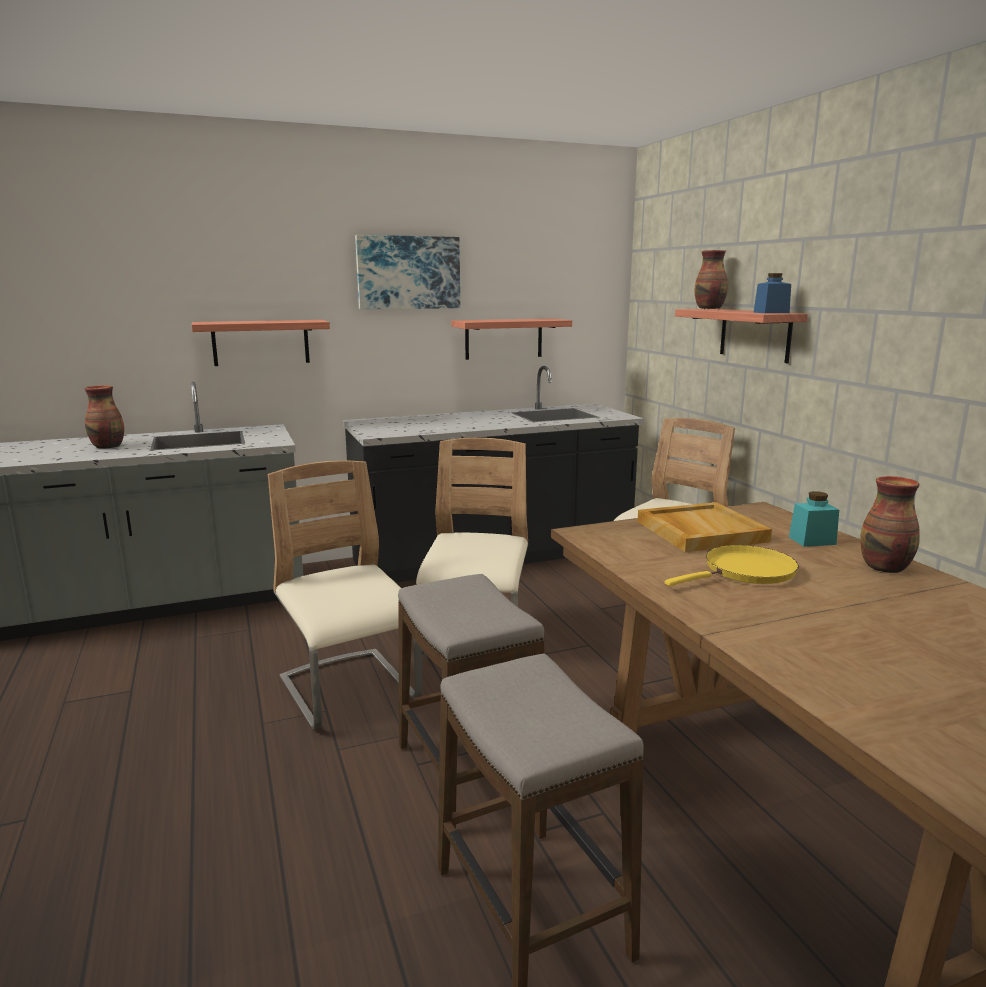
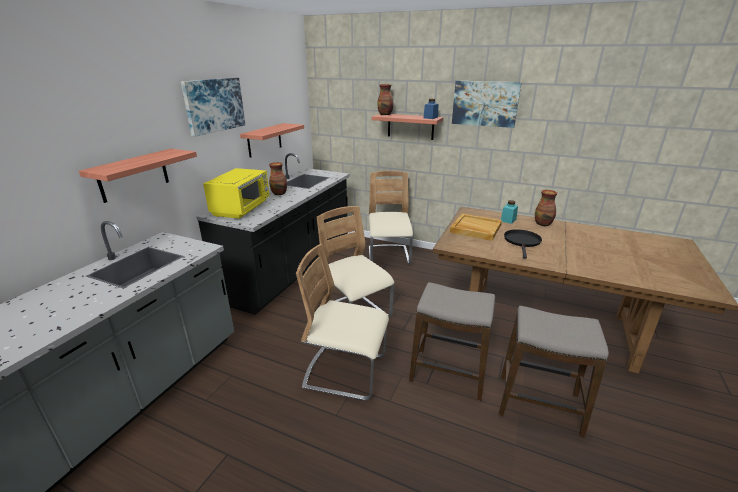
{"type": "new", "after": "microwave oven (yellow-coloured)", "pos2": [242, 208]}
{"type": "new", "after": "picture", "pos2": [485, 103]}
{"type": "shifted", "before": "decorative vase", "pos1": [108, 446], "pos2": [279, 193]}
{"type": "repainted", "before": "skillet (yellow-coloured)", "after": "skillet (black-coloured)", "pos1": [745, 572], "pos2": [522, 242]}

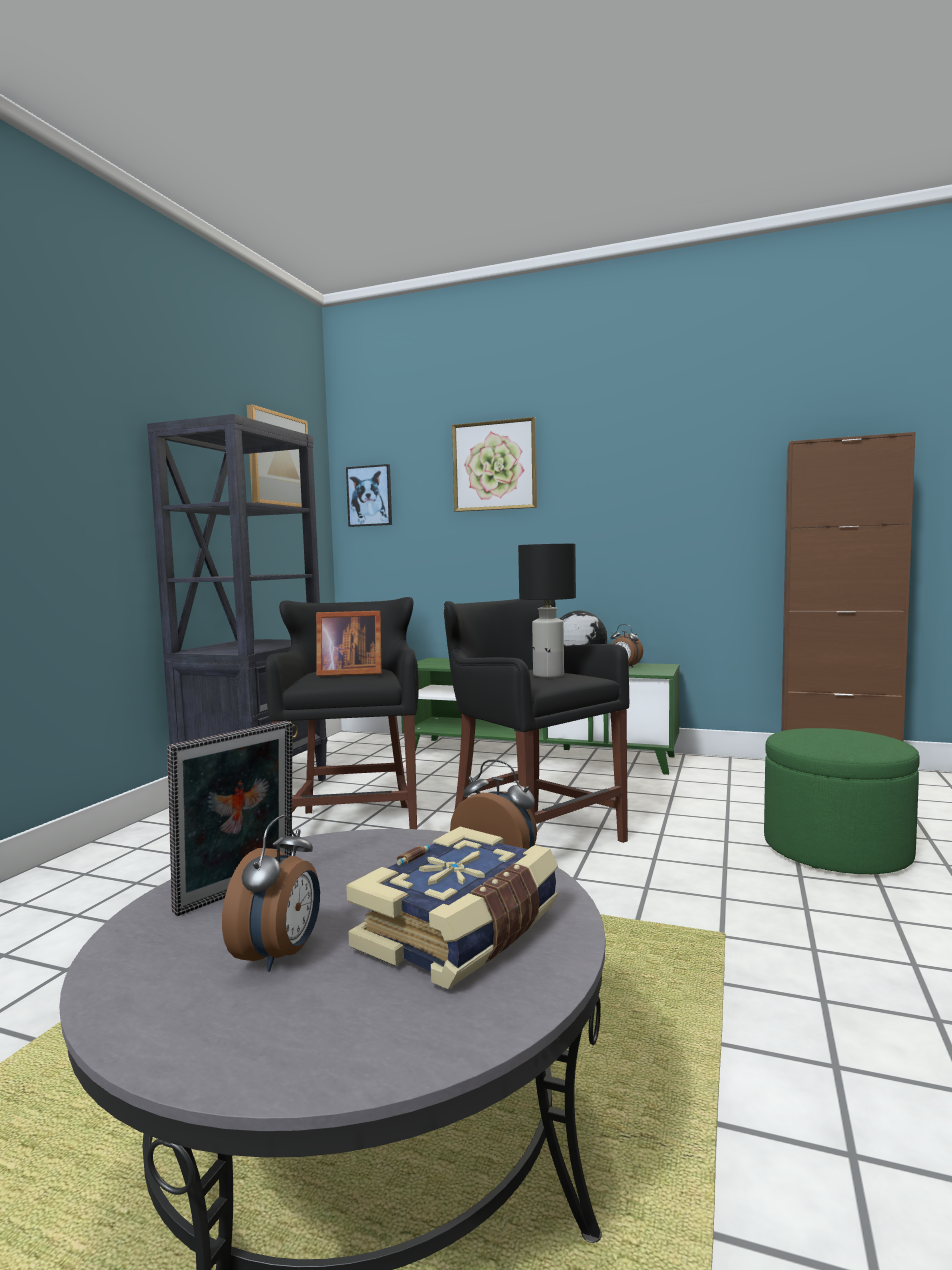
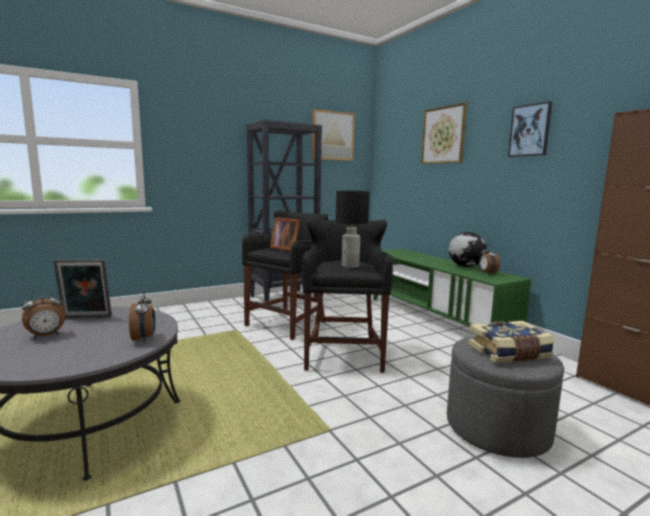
{"type": "shifted", "before": "picture", "pos1": [370, 496], "pos2": [530, 130]}
{"type": "shifted", "before": "bound book", "pos1": [462, 932], "pos2": [510, 353]}
{"type": "repainted", "before": "footrest (green)", "after": "footrest (gray)", "pos1": [836, 849], "pos2": [497, 428]}

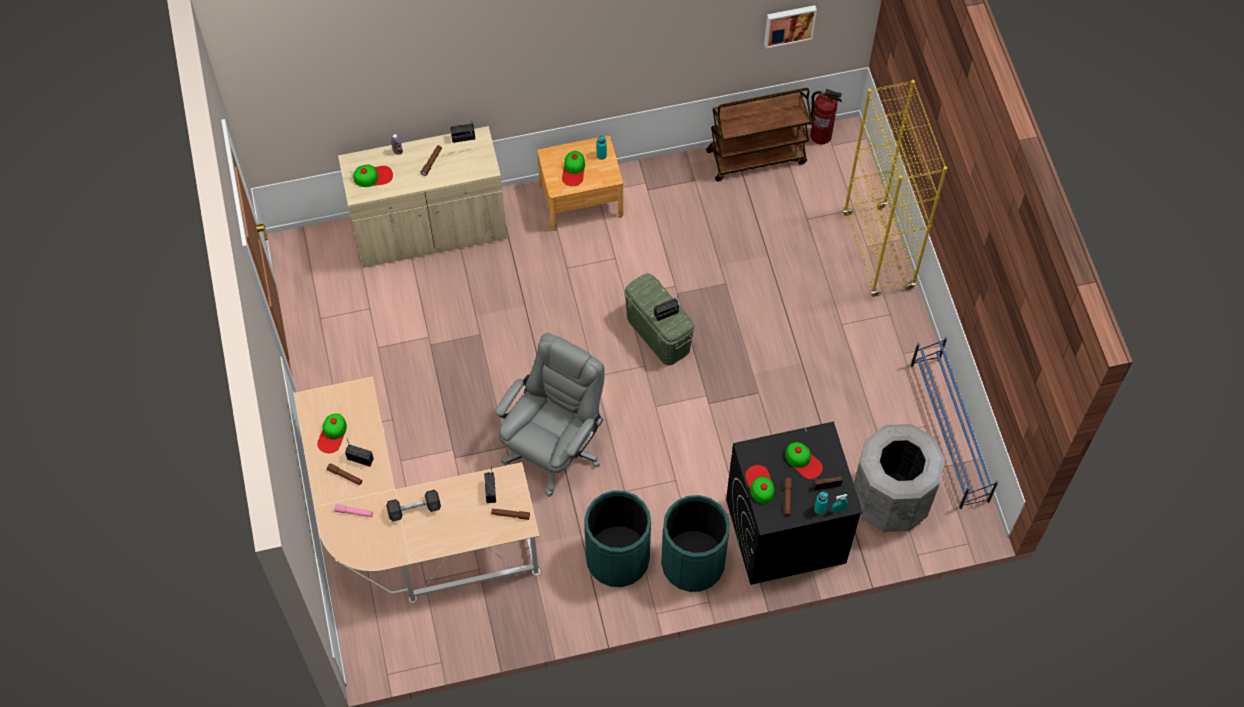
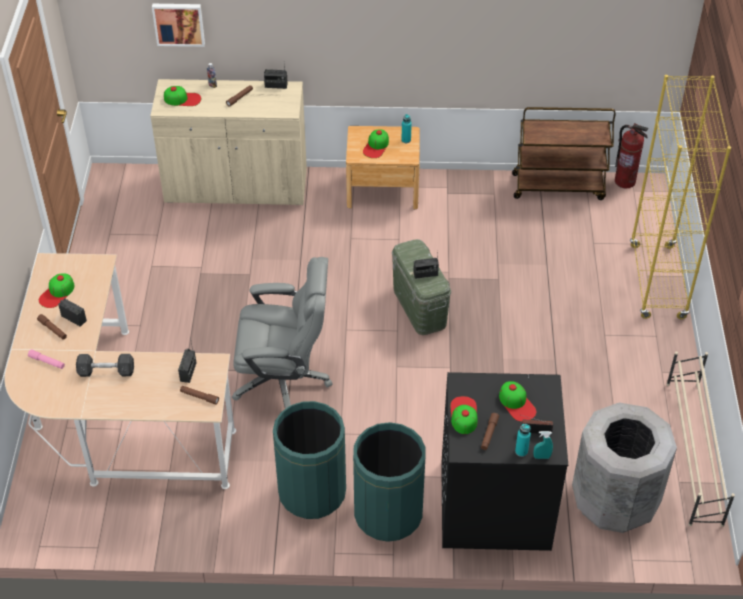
{"type": "shifted", "before": "picture", "pos1": [789, 24], "pos2": [179, 23]}
{"type": "repainted", "before": "shoe shelf (bluish)", "after": "shoe shelf (sand-coloured)", "pos1": [949, 433], "pos2": [693, 452]}
{"type": "rotated", "before": "desk chair (gray)", "pos1": [553, 447], "pos2": [284, 380], "turn": 45}

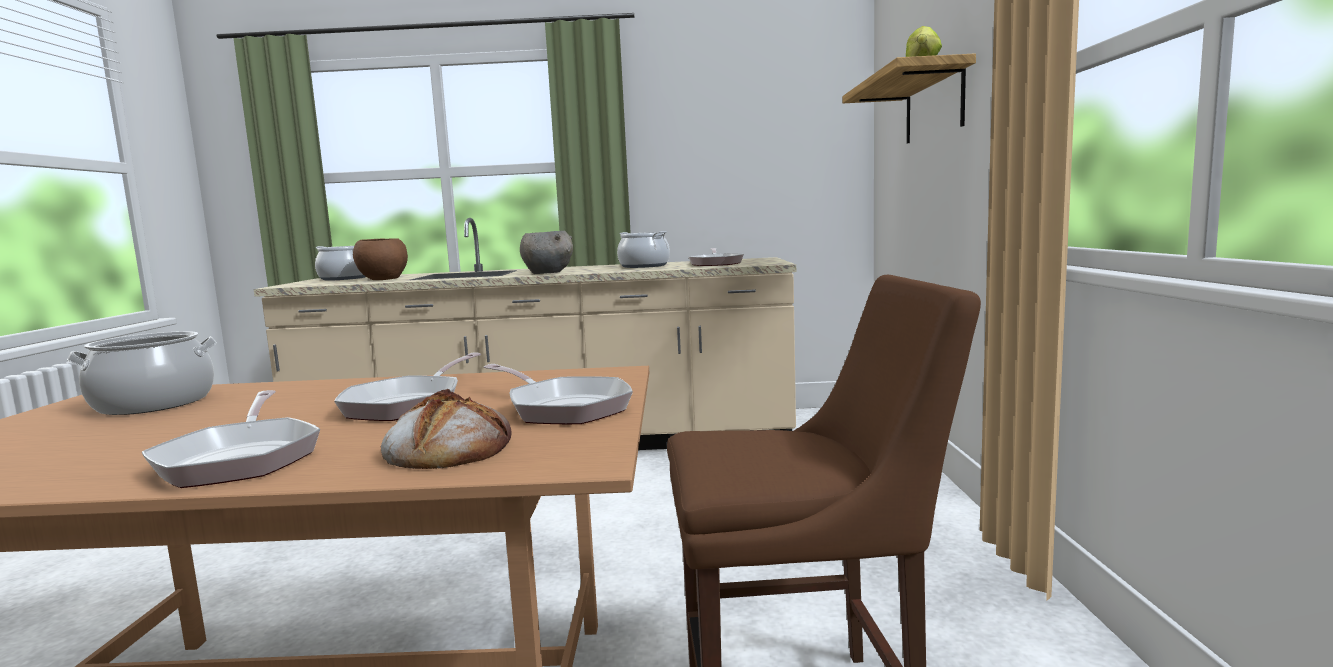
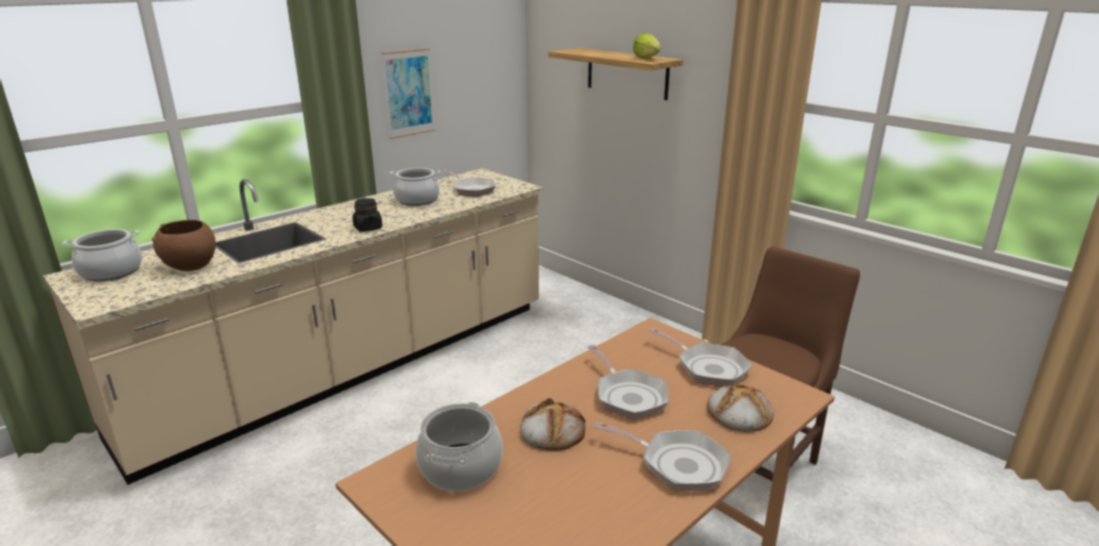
{"type": "new", "after": "picture", "pos2": [409, 93]}
{"type": "new", "after": "bread", "pos2": [552, 430]}
{"type": "swapped", "before": "deep dish (gray)", "after": "storage jar (black-coloured)", "pos1": [548, 273], "pos2": [368, 228]}
{"type": "rotated", "before": "skillet", "pos1": [563, 408], "pos2": [708, 367], "turn": 45}

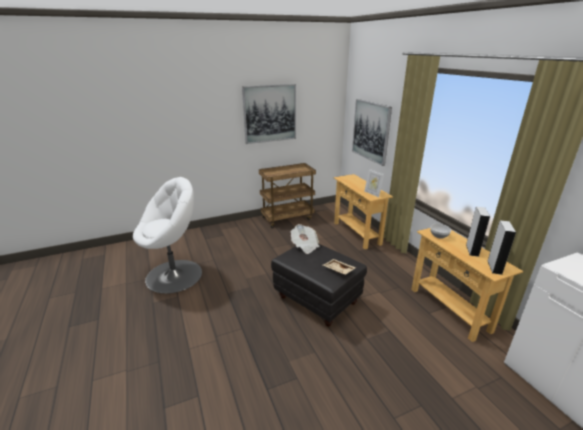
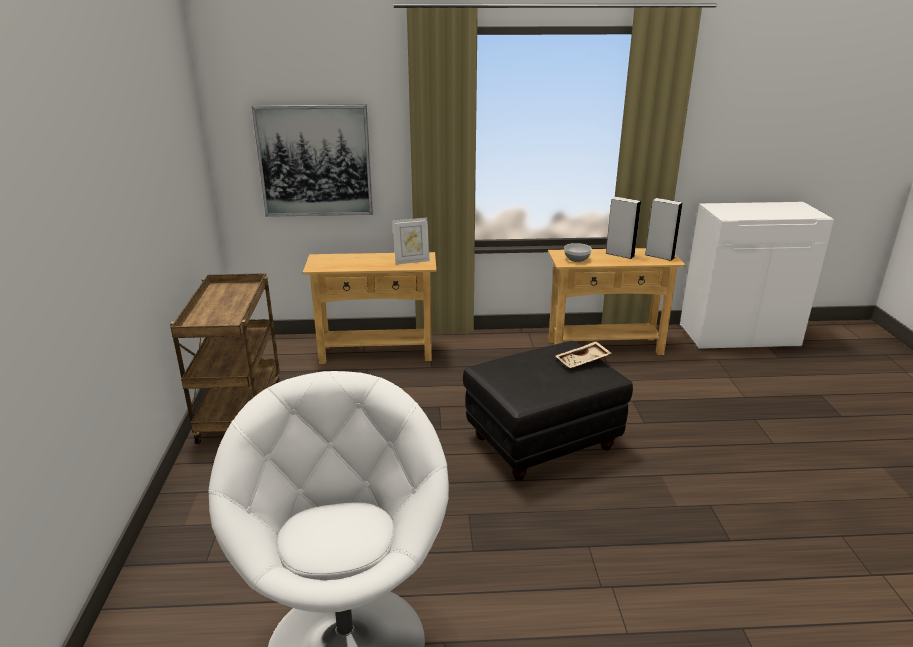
{"type": "gone", "before": "picture", "pos1": [270, 113]}
{"type": "gone", "before": "newspaper", "pos1": [304, 246]}

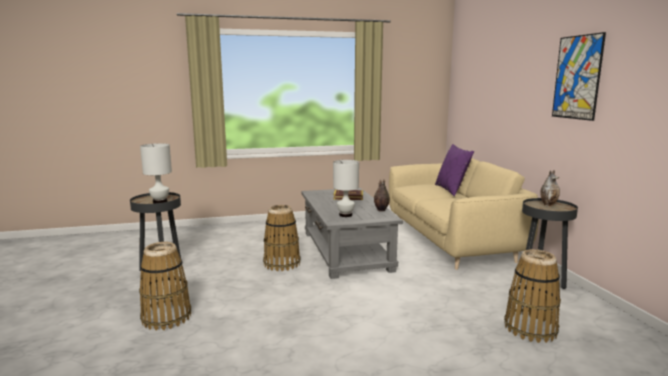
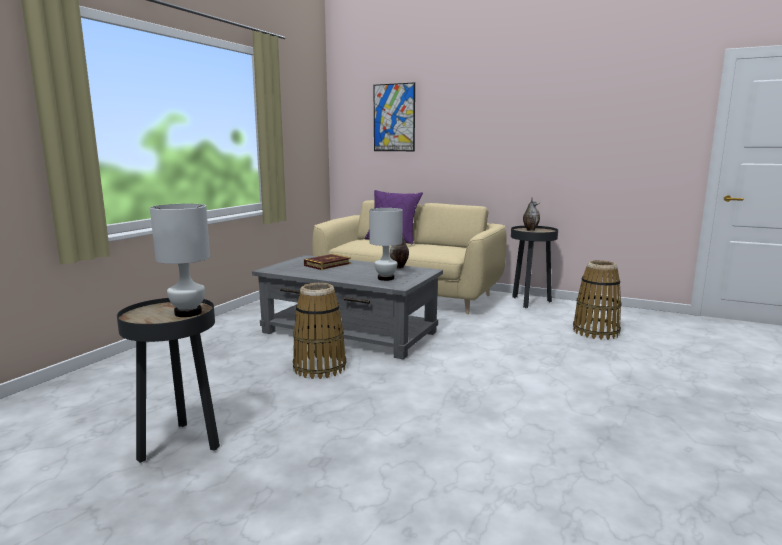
{"type": "gone", "before": "storage basket", "pos1": [166, 317]}
{"type": "shifted", "before": "picture", "pos1": [577, 77], "pos2": [394, 118]}

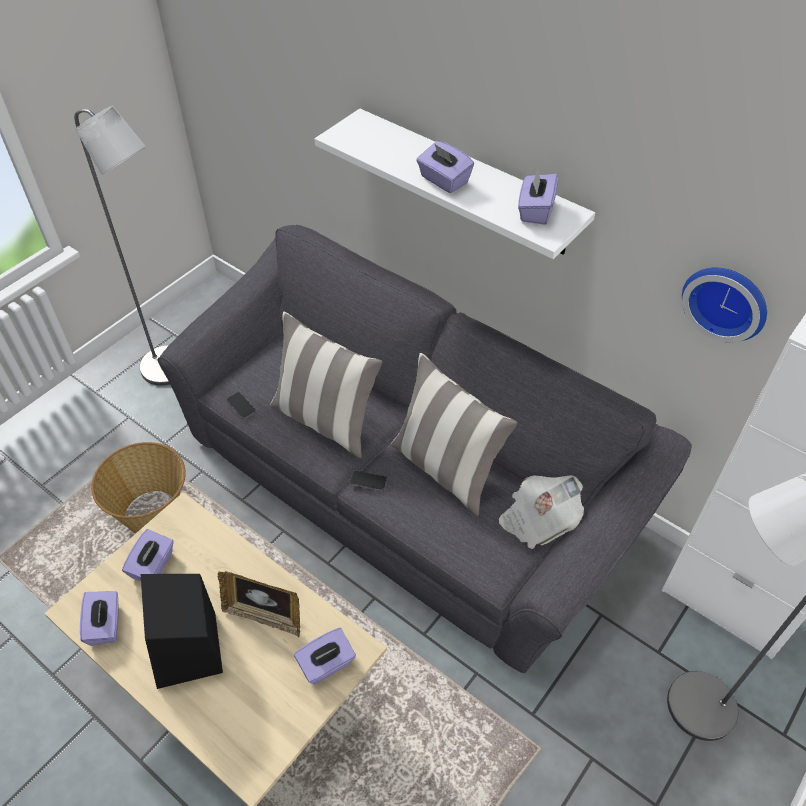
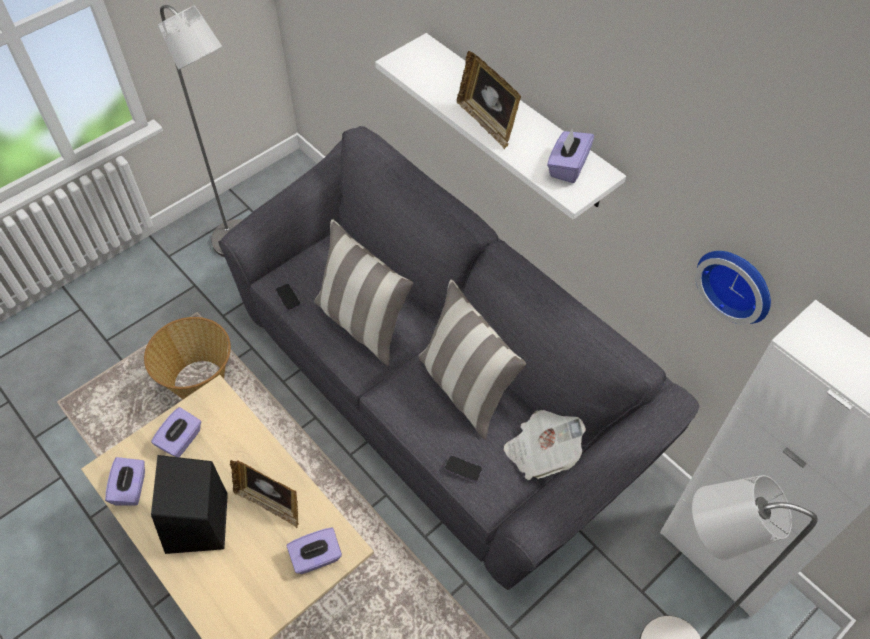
{"type": "shifted", "before": "handset", "pos1": [368, 481], "pos2": [463, 469]}
{"type": "swapped", "before": "box of tissues (purplish)", "after": "photo frame", "pos1": [443, 180], "pos2": [487, 123]}

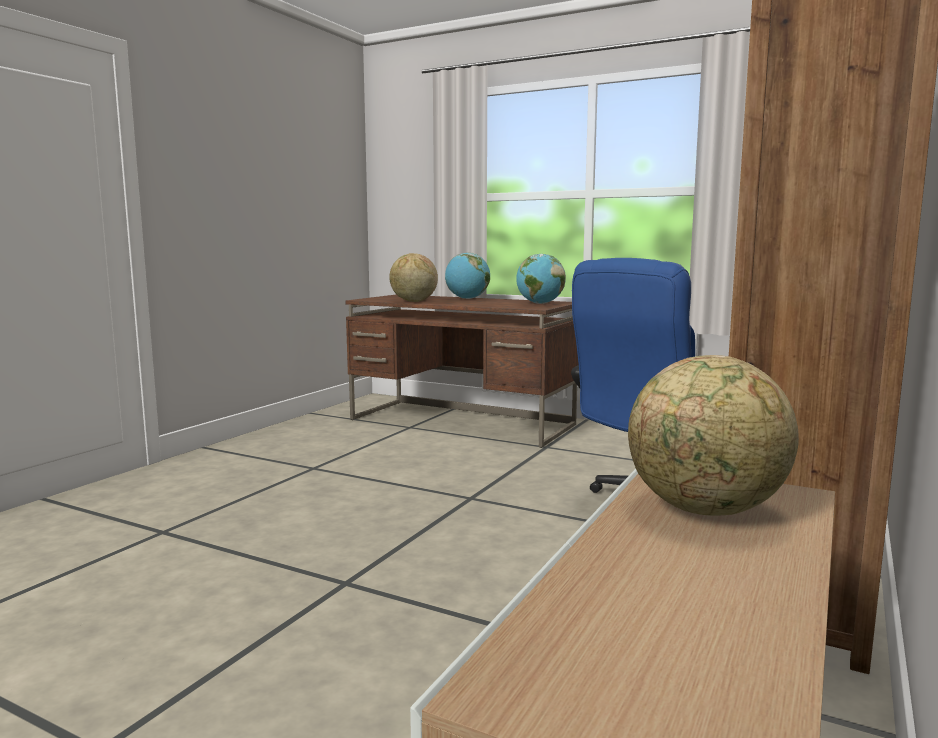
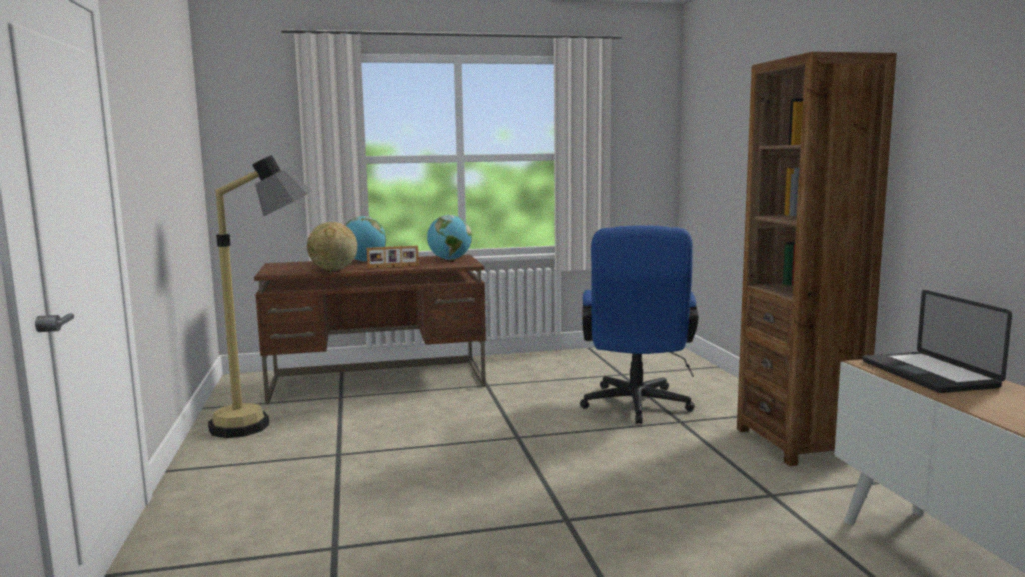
{"type": "new", "after": "floor lamp", "pos2": [267, 424]}
{"type": "new", "after": "photo frame", "pos2": [393, 267]}
{"type": "swapped", "before": "world globe", "after": "laptop", "pos1": [705, 511], "pos2": [928, 374]}

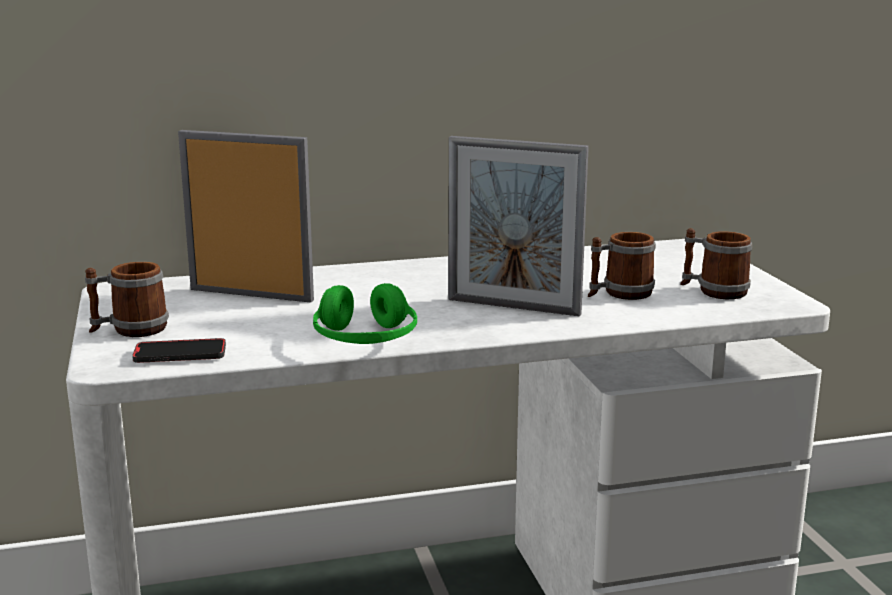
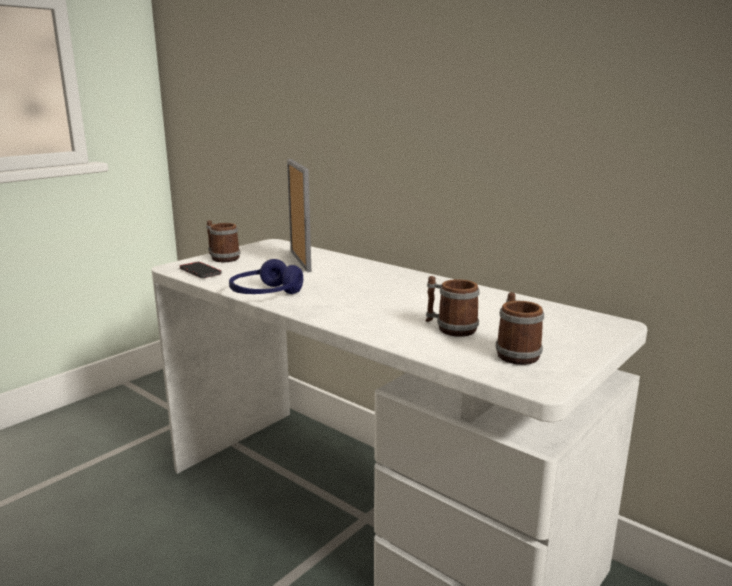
{"type": "gone", "before": "photo frame", "pos1": [513, 306]}
{"type": "repainted", "before": "headset (green)", "after": "headset (bluish)", "pos1": [365, 339], "pos2": [265, 294]}

